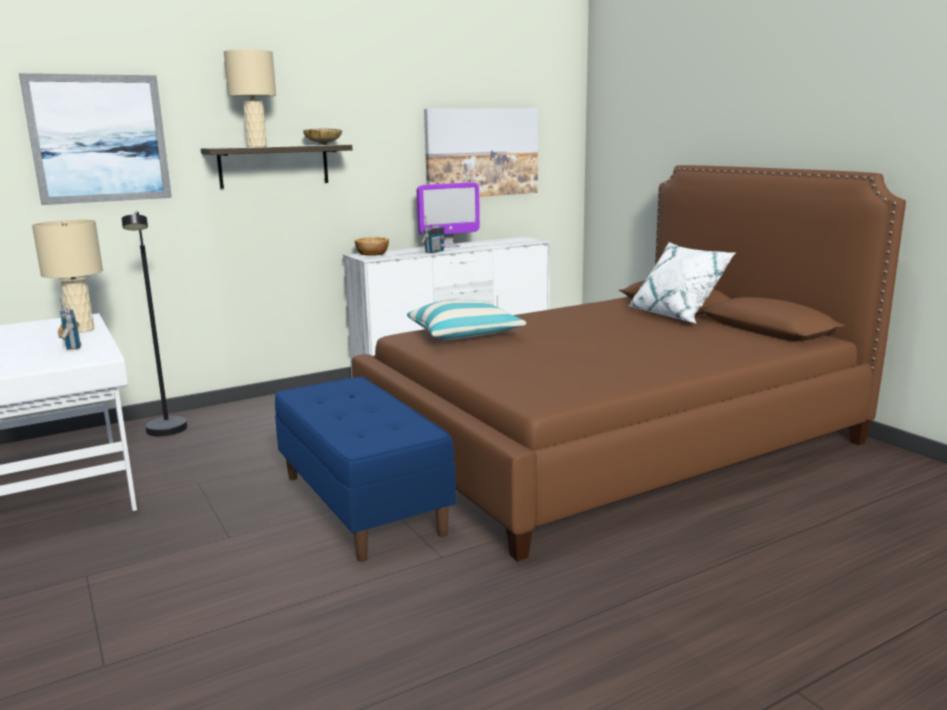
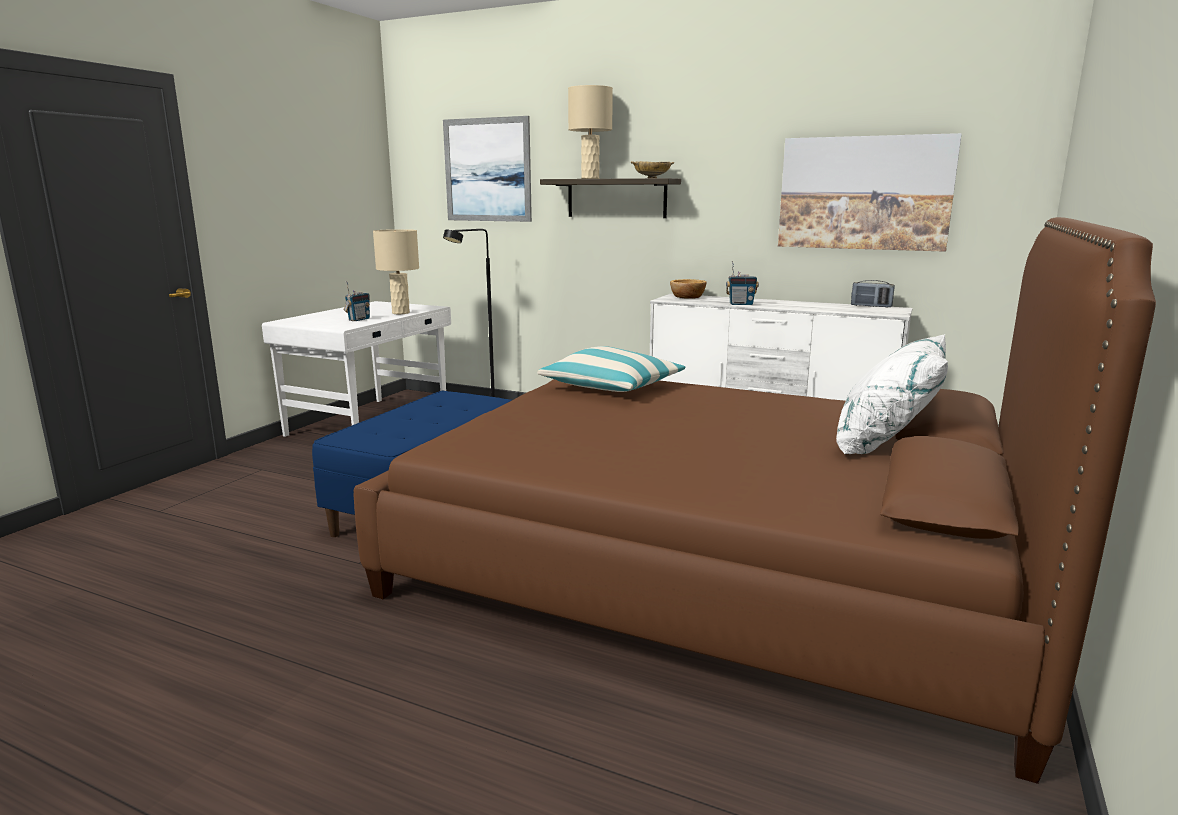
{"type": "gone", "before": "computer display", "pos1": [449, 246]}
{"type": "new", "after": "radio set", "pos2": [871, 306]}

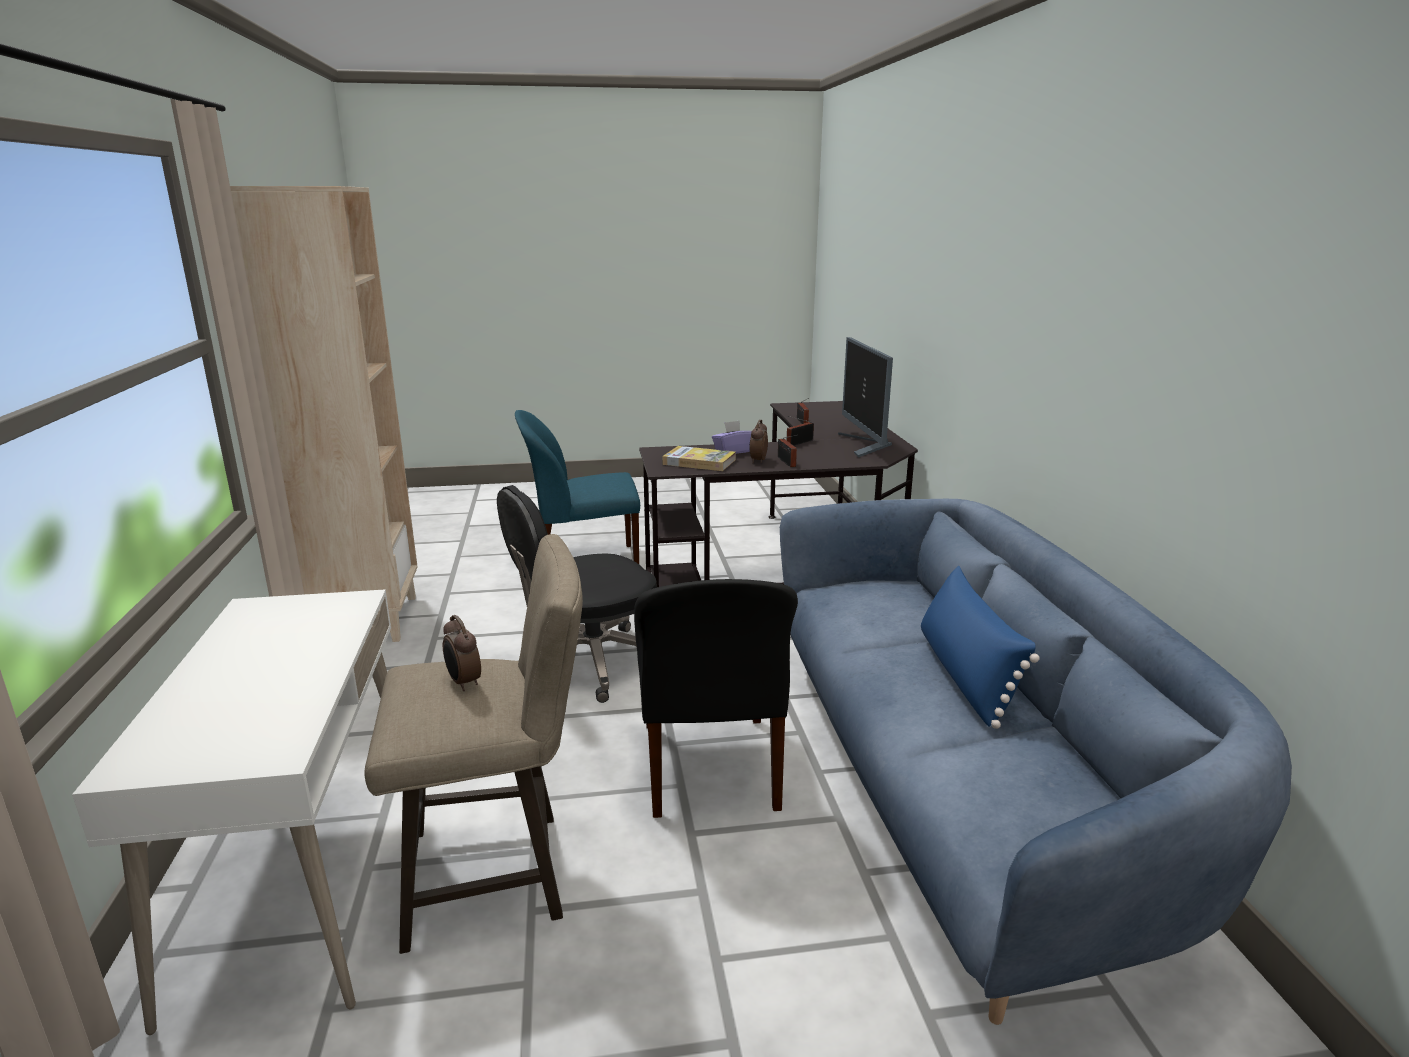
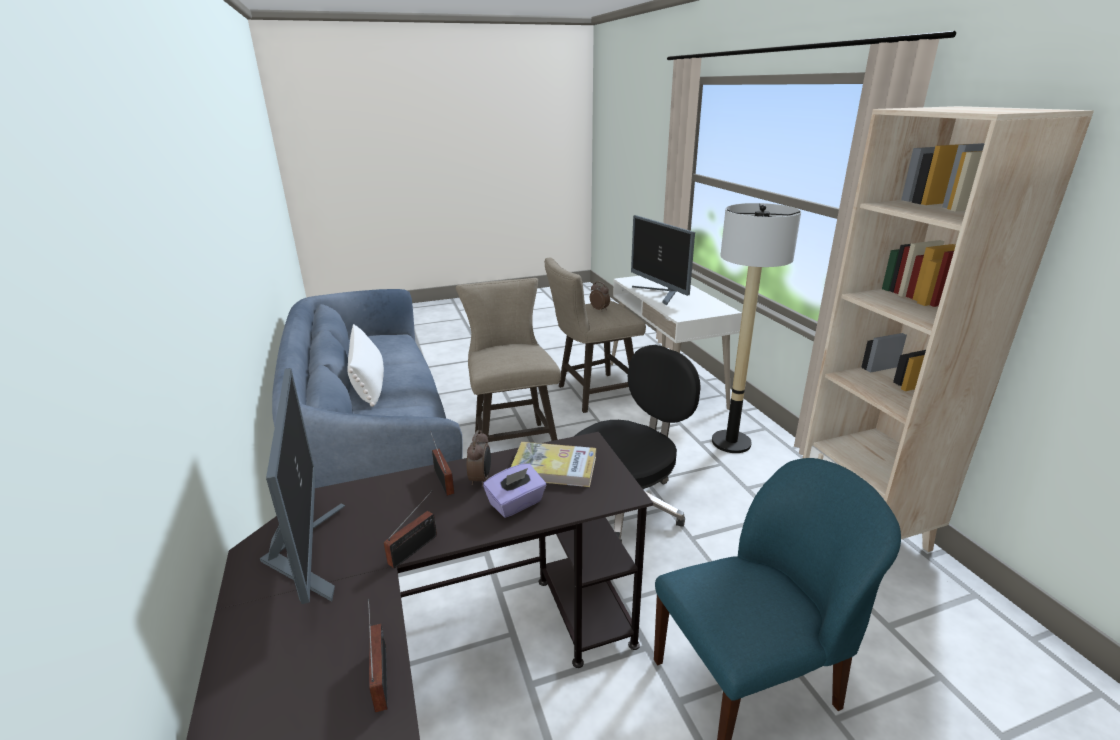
{"type": "new", "after": "computer display", "pos2": [660, 294]}
{"type": "new", "after": "floor lamp", "pos2": [731, 442]}
{"type": "swapped", "before": "plain chair (black-coloured)", "after": "sitting stool (sand-coloured)", "pos1": [710, 768], "pos2": [513, 442]}
{"type": "repainted", "before": "cushion (bluish)", "after": "cushion (whitish)", "pos1": [965, 675], "pos2": [369, 383]}

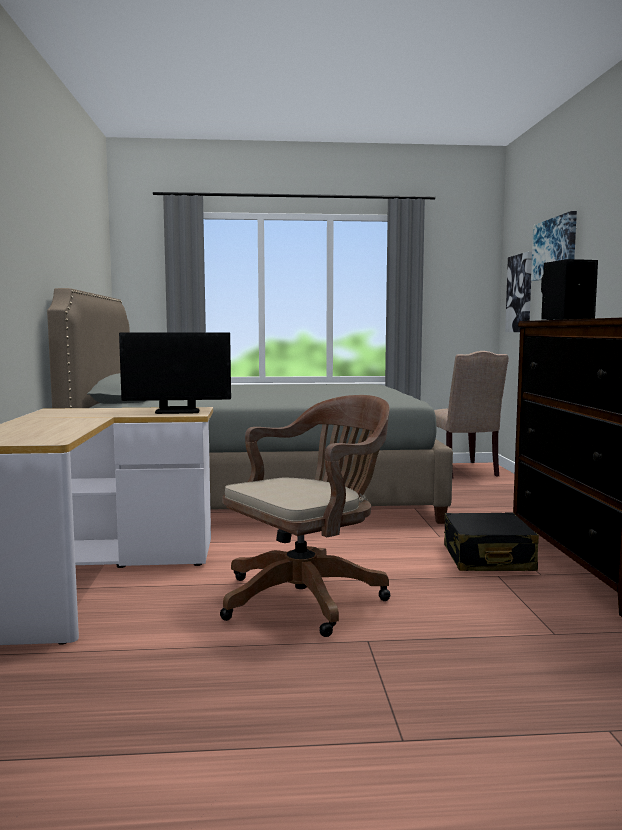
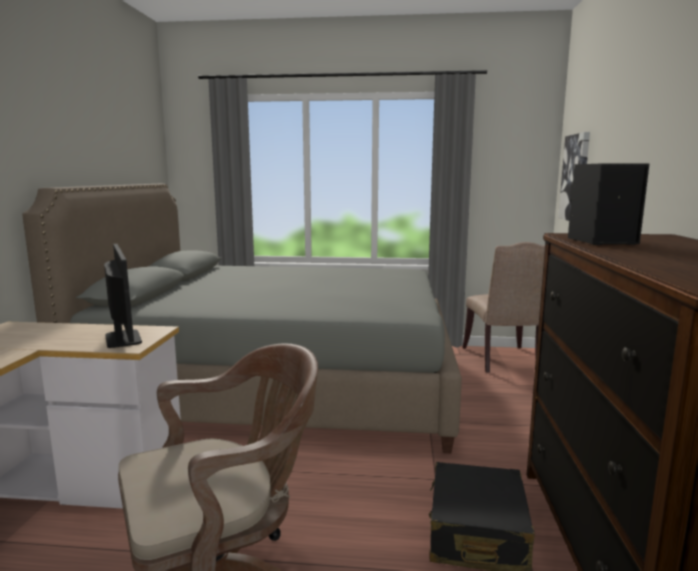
{"type": "gone", "before": "picture", "pos1": [555, 248]}
{"type": "rotated", "before": "computer display", "pos1": [177, 411], "pos2": [123, 339], "turn": -120}

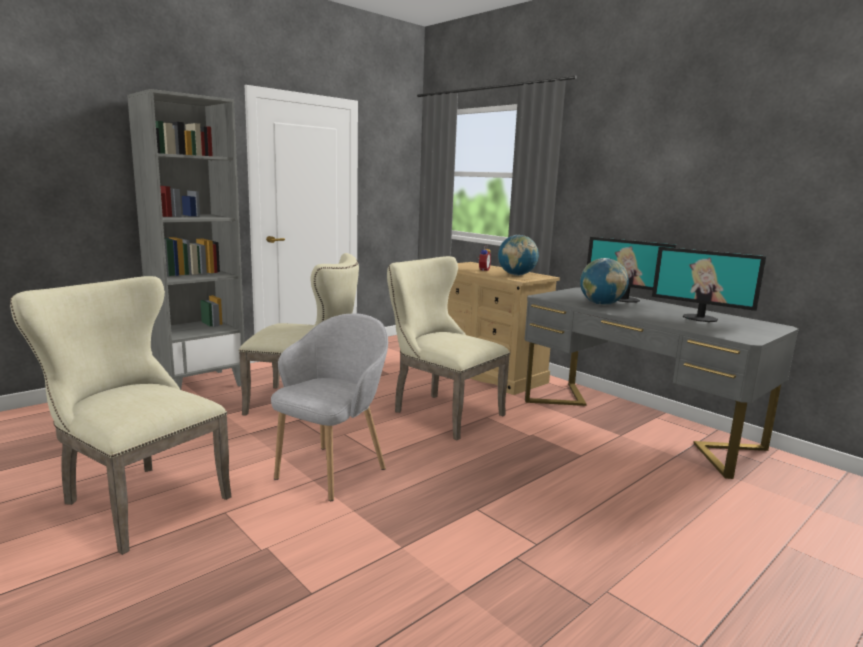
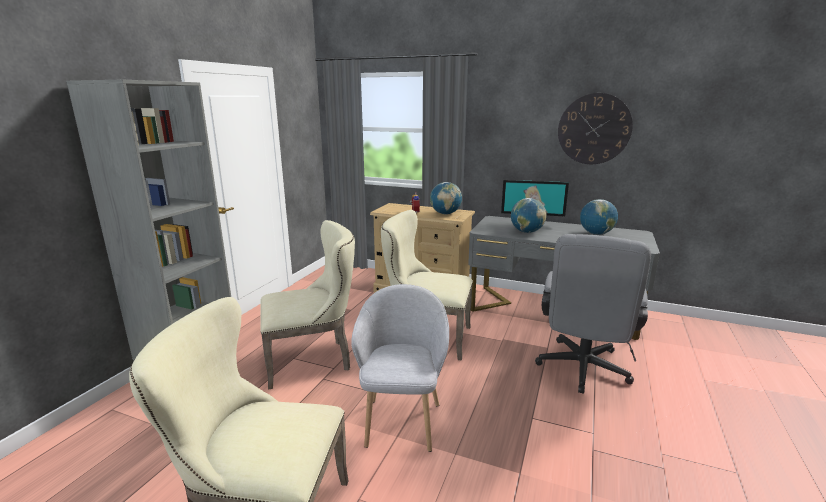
{"type": "new", "after": "desk chair (gray)", "pos2": [581, 371]}
{"type": "new", "after": "clock on the wall", "pos2": [594, 129]}
{"type": "swapped", "before": "computer display", "after": "world globe", "pos1": [700, 318], "pos2": [596, 234]}

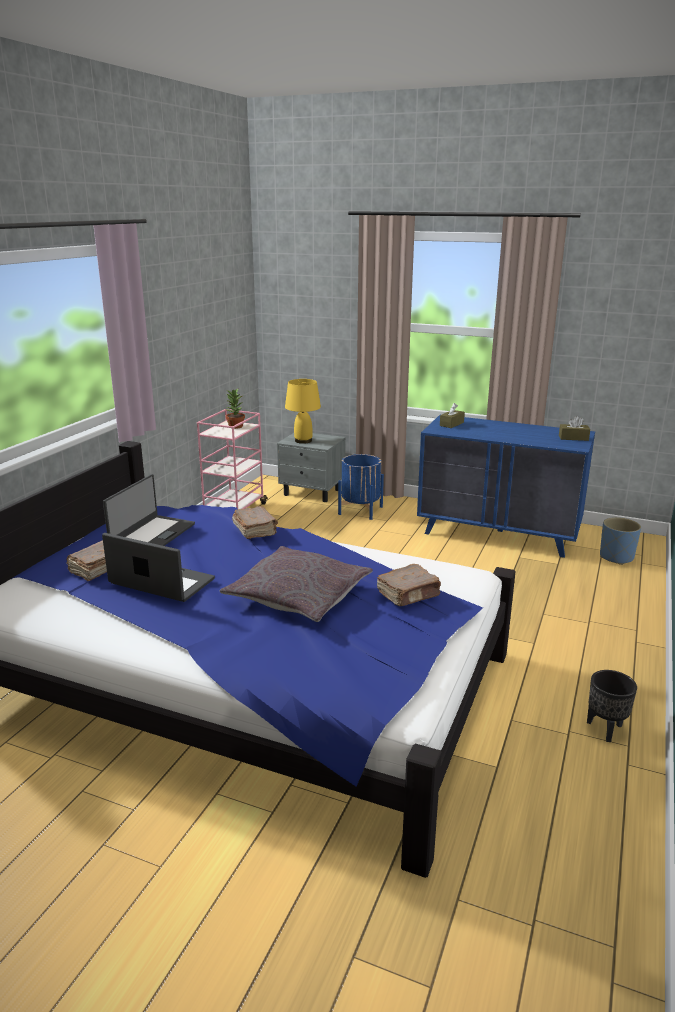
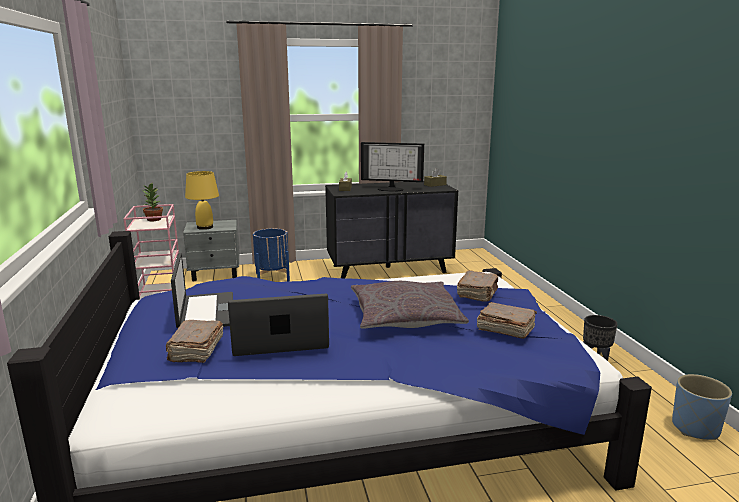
{"type": "new", "after": "computer display", "pos2": [391, 189]}
{"type": "shifted", "before": "bound book (brown-coloured)", "pos1": [255, 530], "pos2": [505, 329]}
{"type": "shifted", "before": "plant pot (bluish)", "pos1": [616, 557], "pos2": [695, 428]}
{"type": "repainted", "before": "dresser (bluish)", "after": "dresser (black-coloured)", "pos1": [499, 534], "pos2": [389, 269]}

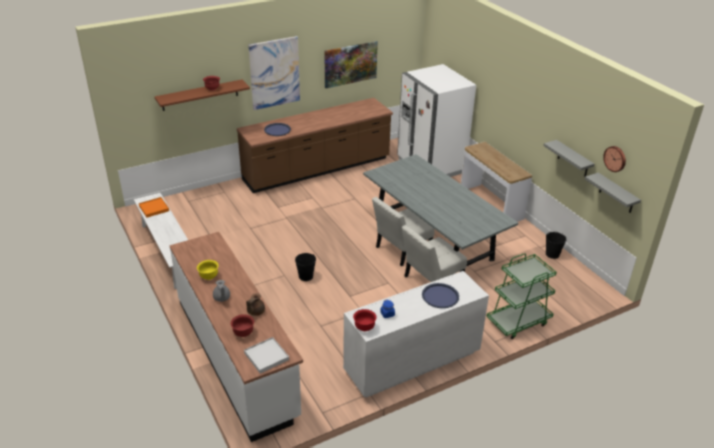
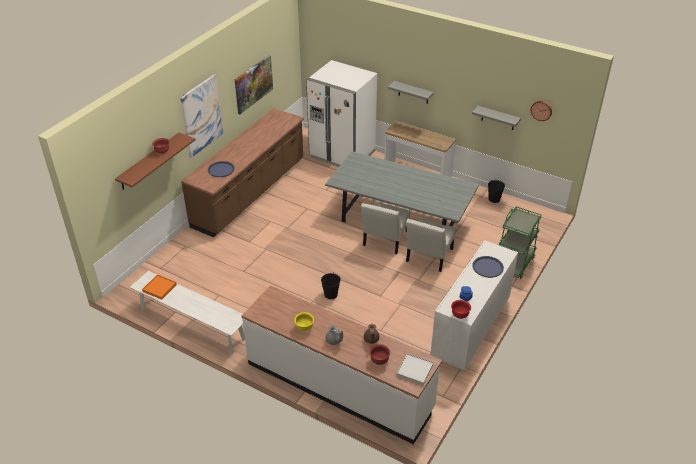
{"type": "shifted", "before": "bracket shelf (gray)", "pos1": [616, 194], "pos2": [413, 92]}

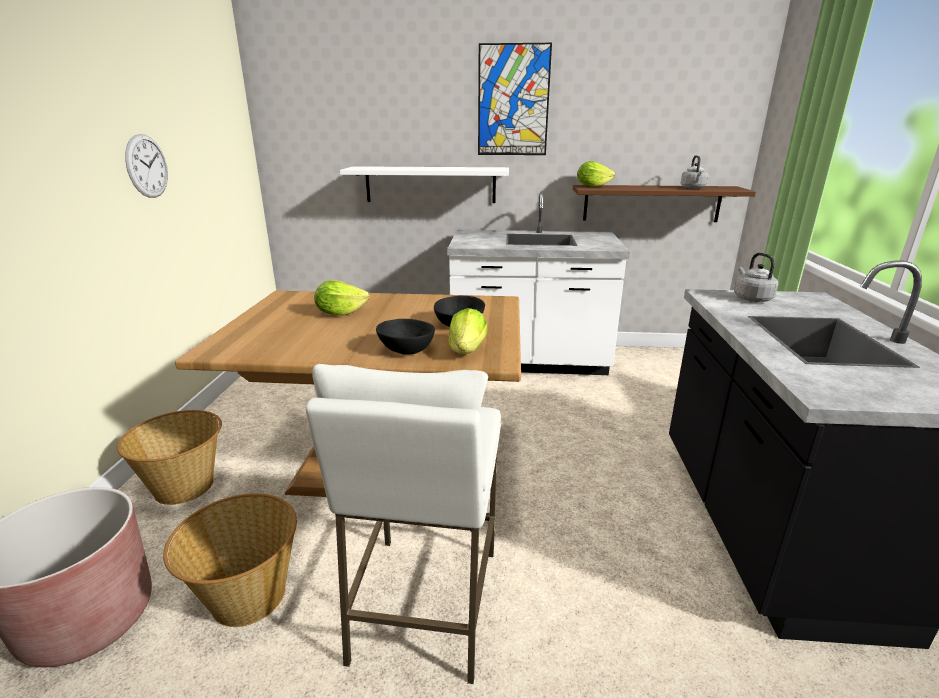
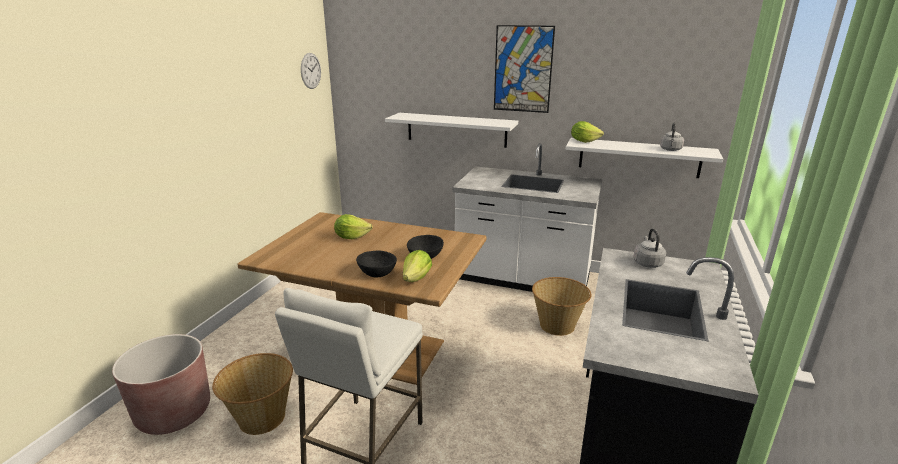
{"type": "shifted", "before": "storage basket", "pos1": [185, 486], "pos2": [557, 325]}
{"type": "shifted", "before": "clock on the wall", "pos1": [147, 166], "pos2": [310, 71]}
{"type": "repainted", "before": "bracket shelf (brown-coloured)", "after": "bracket shelf (whitish)", "pos1": [651, 203], "pos2": [639, 157]}

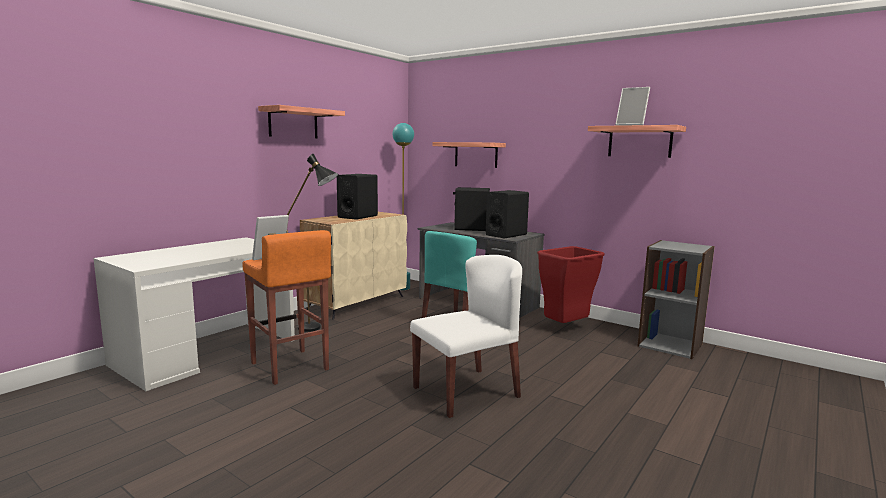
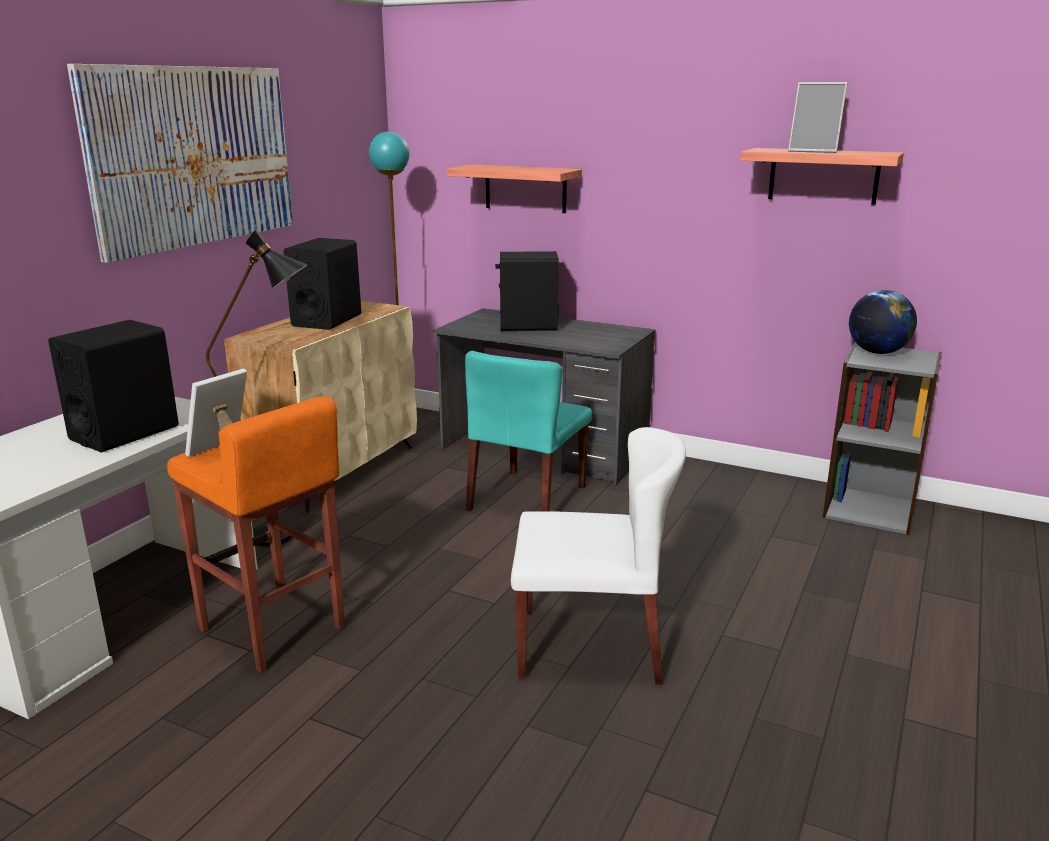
{"type": "gone", "before": "trash can (reddish)", "pos1": [565, 328]}
{"type": "new", "after": "world globe", "pos2": [877, 352]}
{"type": "shifted", "before": "audio speaker (black-coloured)", "pos1": [506, 235], "pos2": [125, 433]}
{"type": "swapped", "before": "bracket shelf", "after": "picture", "pos1": [293, 123], "pos2": [194, 156]}
{"type": "rotated", "before": "plain chair (whitish)", "pos1": [466, 391], "pos2": [591, 645], "turn": 45}

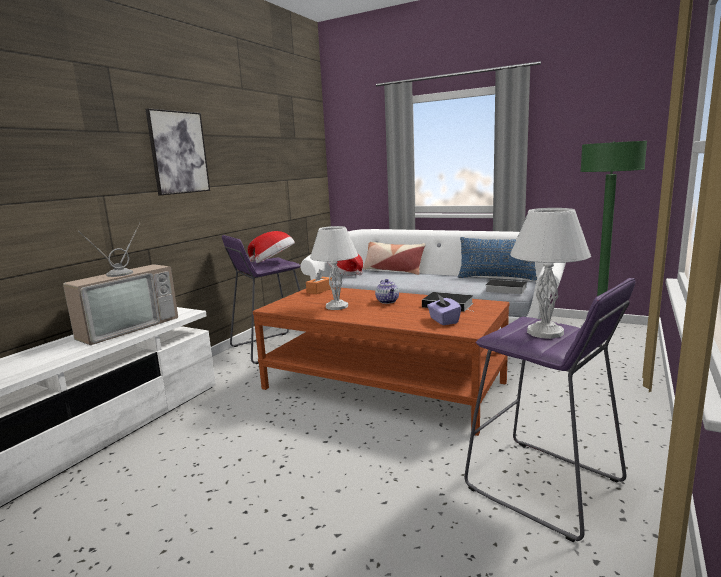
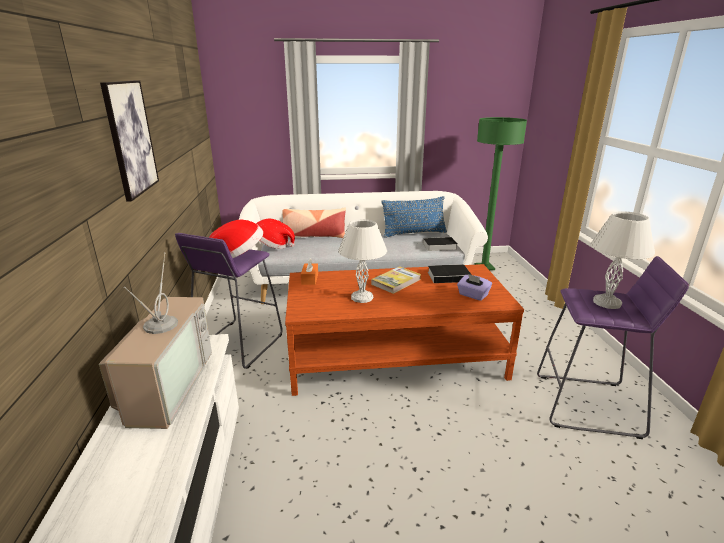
{"type": "swapped", "before": "tea pot", "after": "bound book", "pos1": [387, 301], "pos2": [396, 282]}

